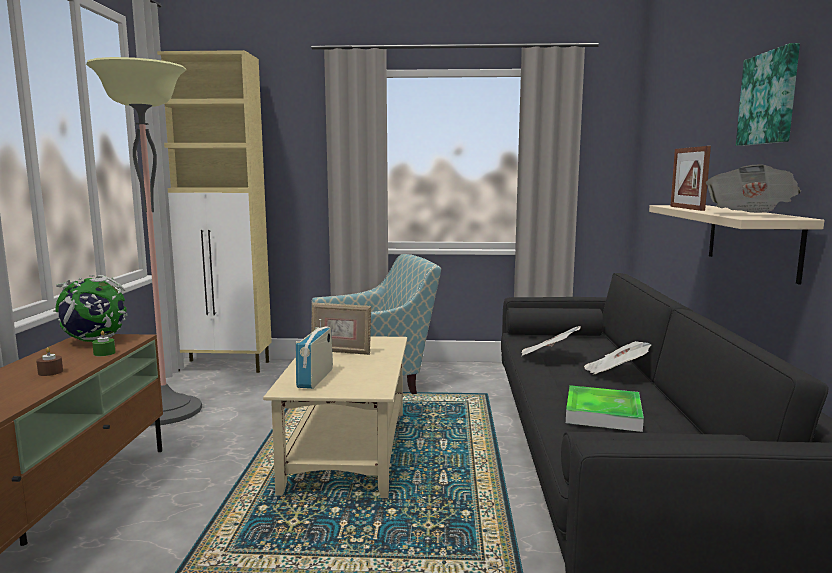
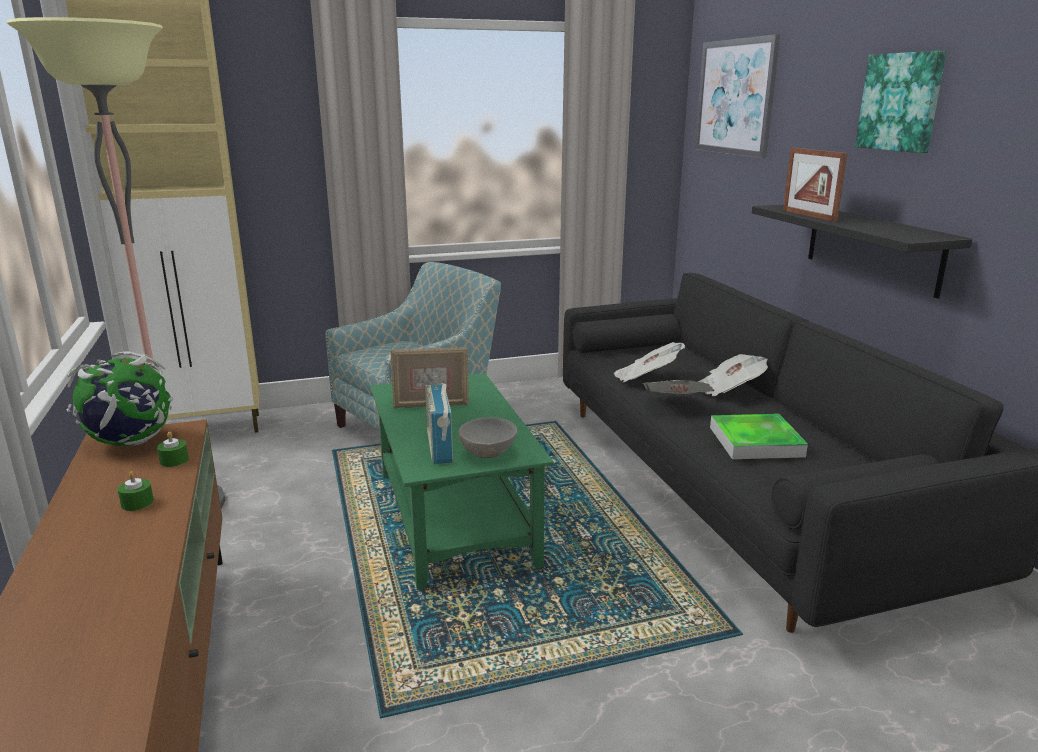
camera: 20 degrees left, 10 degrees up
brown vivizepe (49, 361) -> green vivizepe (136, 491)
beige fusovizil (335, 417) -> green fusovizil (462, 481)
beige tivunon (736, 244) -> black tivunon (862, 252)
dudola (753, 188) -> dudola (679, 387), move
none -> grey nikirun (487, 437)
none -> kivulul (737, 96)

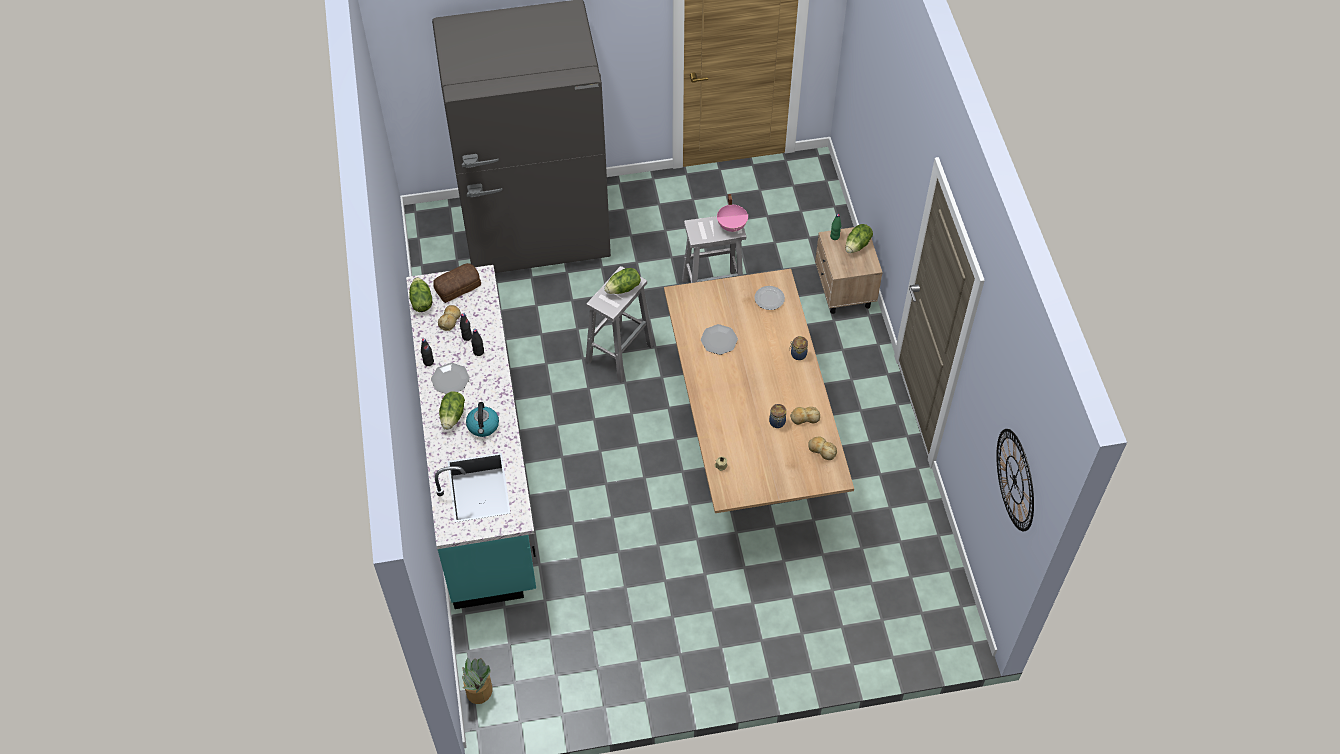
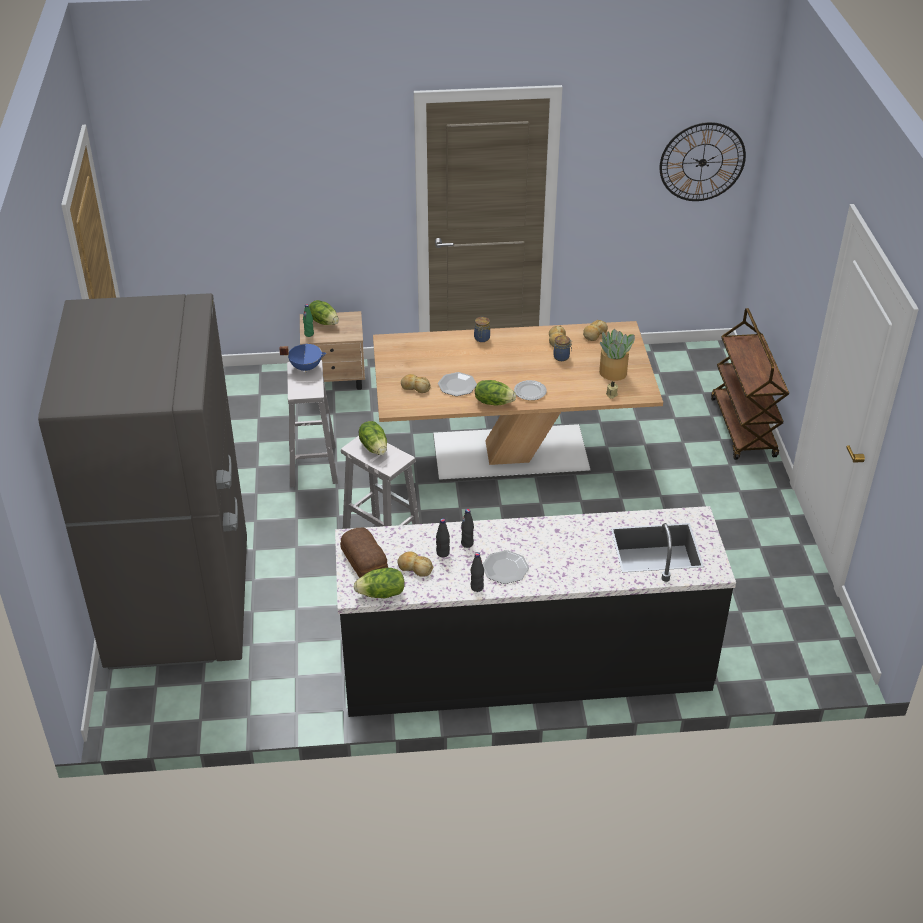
camera: 85 degrees left, 15 degrees down
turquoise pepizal (471, 437) -> black pepizal (535, 611)
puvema (452, 410) -> puvema (495, 393), move
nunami (477, 681) -> nunami (617, 355), move
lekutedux (482, 419) -> none
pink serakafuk (732, 213) -> blue serakafuk (303, 358)
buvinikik (769, 298) -> buvinikik (530, 390), move
none -> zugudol (416, 383)
none -> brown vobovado (750, 384)

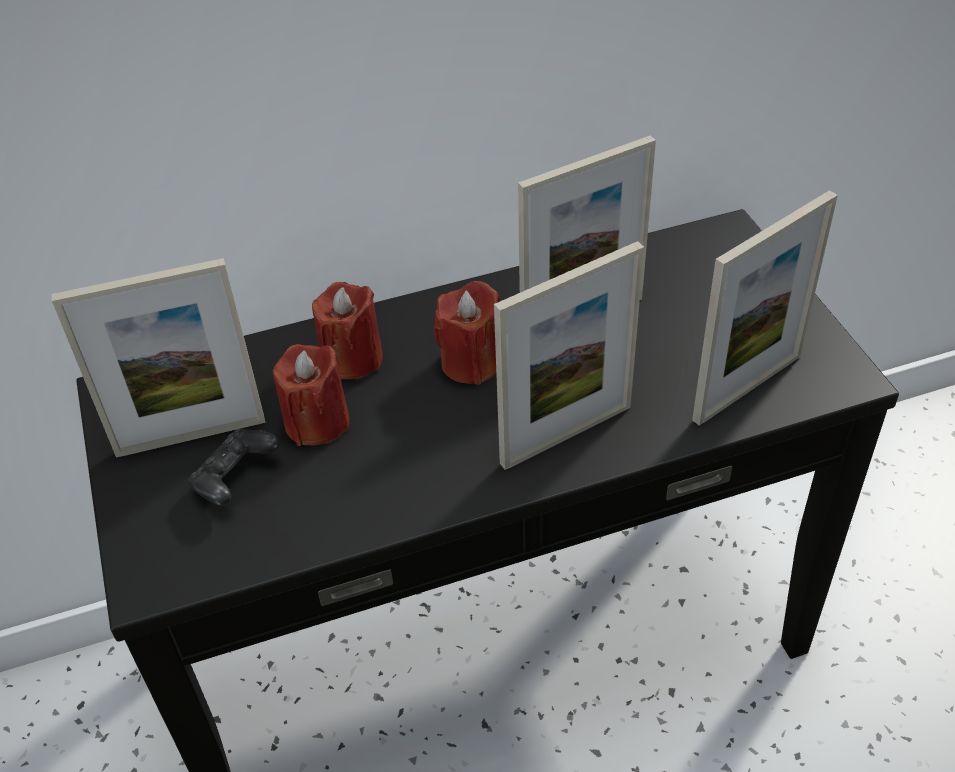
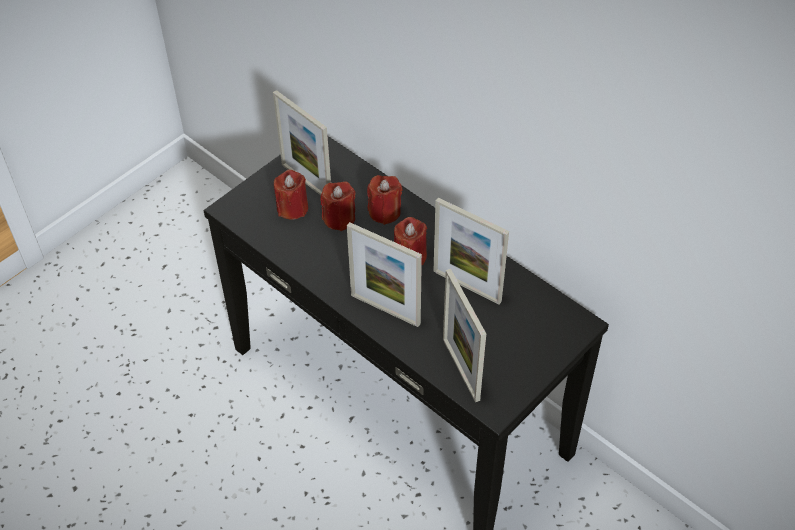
camera: 60 degrees right, 5 degrees up
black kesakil (233, 467) -> red vivizepe (291, 195)
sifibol (765, 308) -> sifibol (464, 335), 45 degrees clockwise

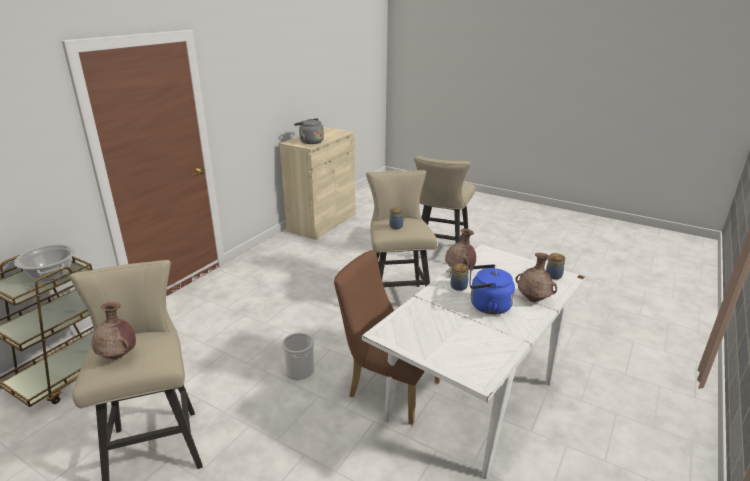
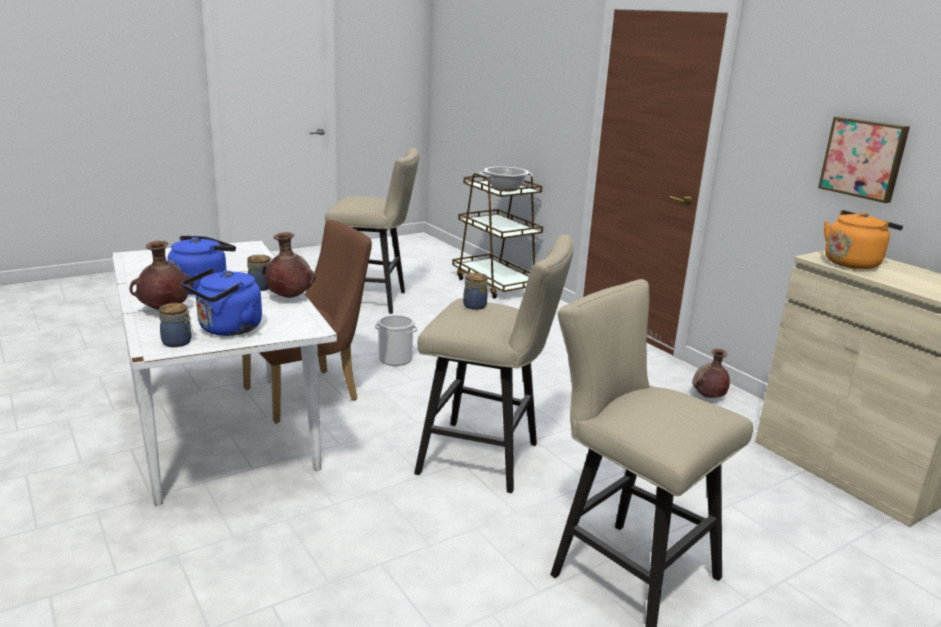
camera: 115 degrees right, 5 degrees down
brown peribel (113, 330) -> brown peribel (711, 373), move
grey lekutedux (309, 131) -> orange lekutedux (863, 239)
none -> blue lekutedux (222, 302)
none -> kivulul (864, 159)

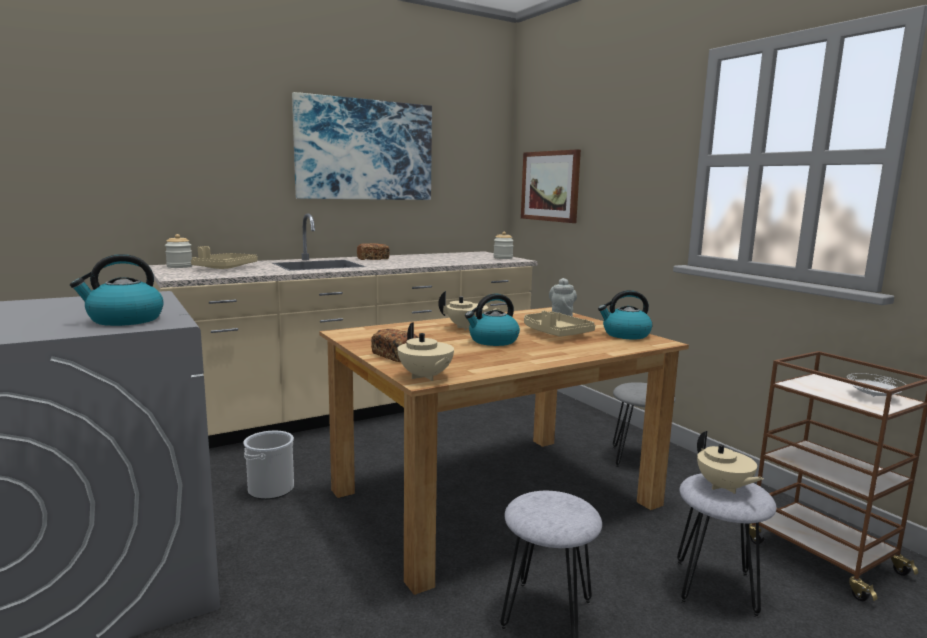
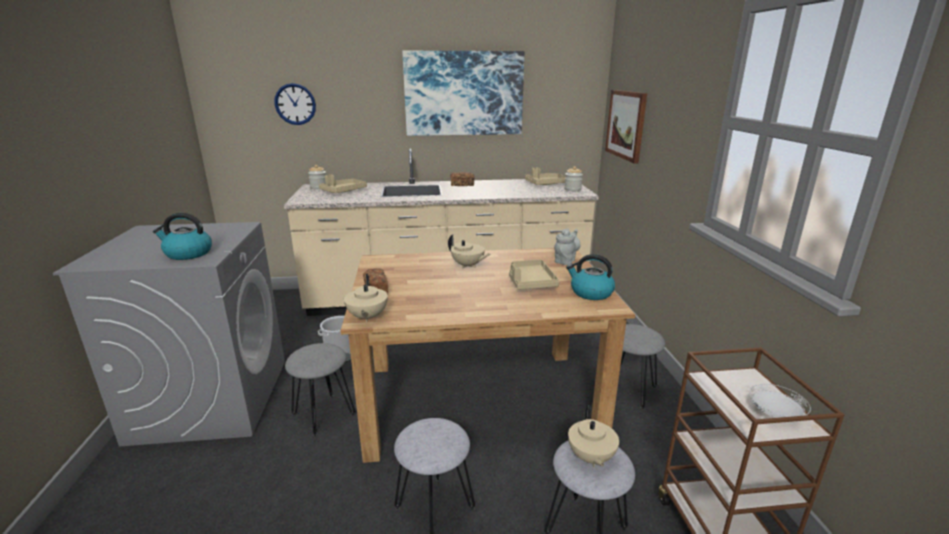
camera: 25 degrees right, 10 degrees up
lekutedux (492, 320) -> none
none -> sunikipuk (295, 104)
none -> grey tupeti (320, 390)
none -> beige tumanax (545, 176)

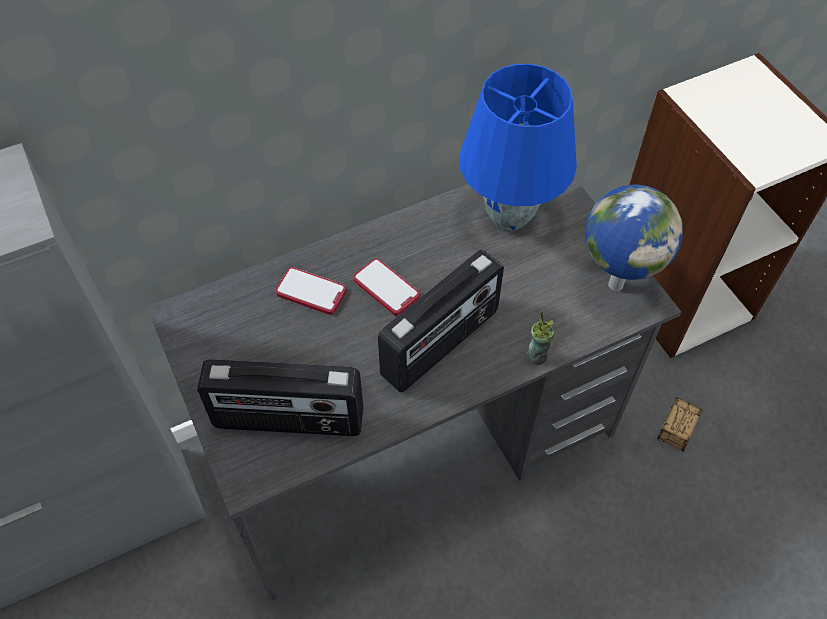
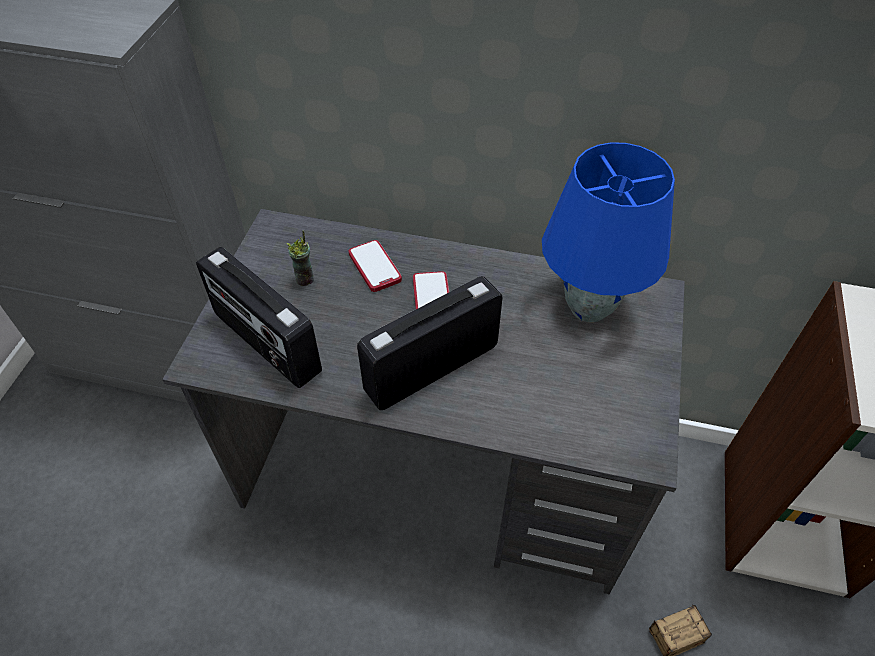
camera: 40 degrees right, 5 degrees down
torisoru (441, 321) -> torisoru (430, 343), 150 degrees clockwise
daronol (540, 338) -> daronol (300, 258), move
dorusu (634, 237) -> none

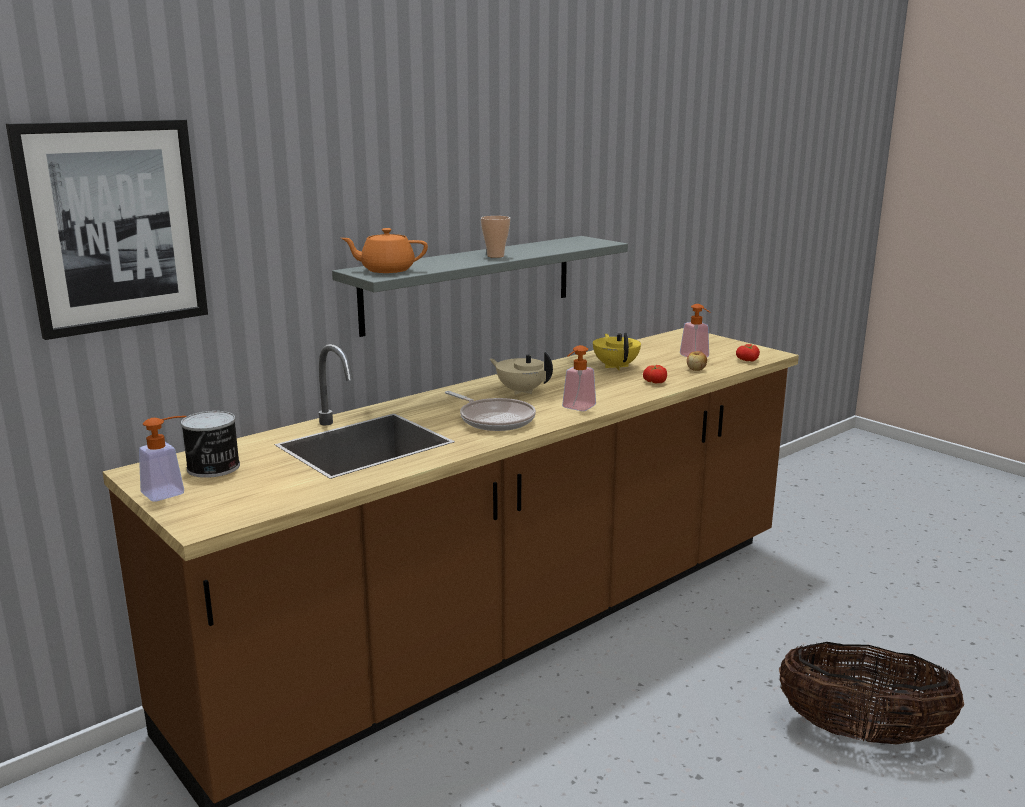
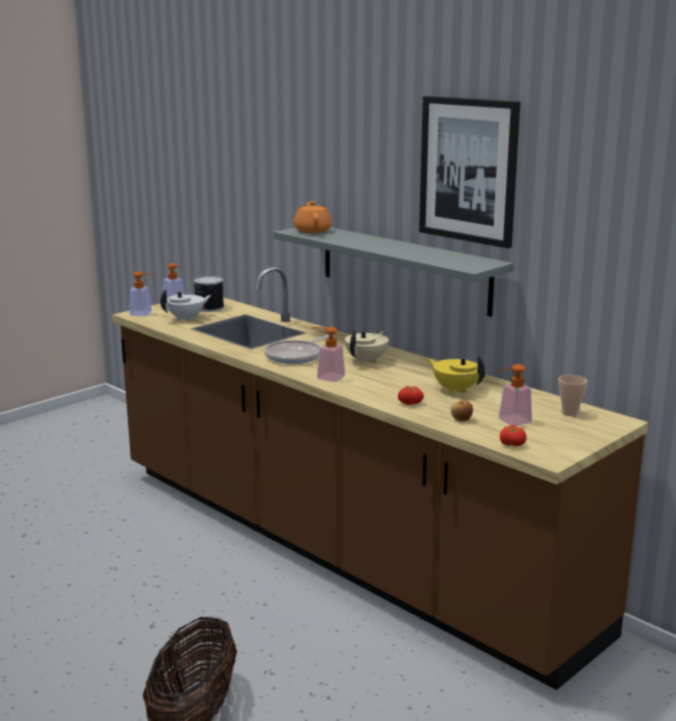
camera: 85 degrees right, 0 degrees up
kivulul (107, 229) -> kivulul (469, 172), move
daronol (495, 237) -> daronol (572, 395), move
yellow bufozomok (617, 351) -> yellow bufozomok (456, 374), 120 degrees counterclockwise
none -> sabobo (142, 293)
none -> white bufozomok (185, 305)

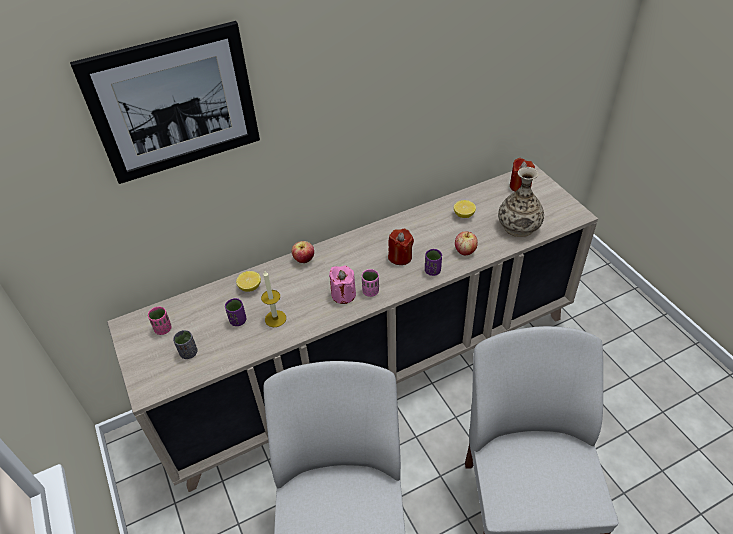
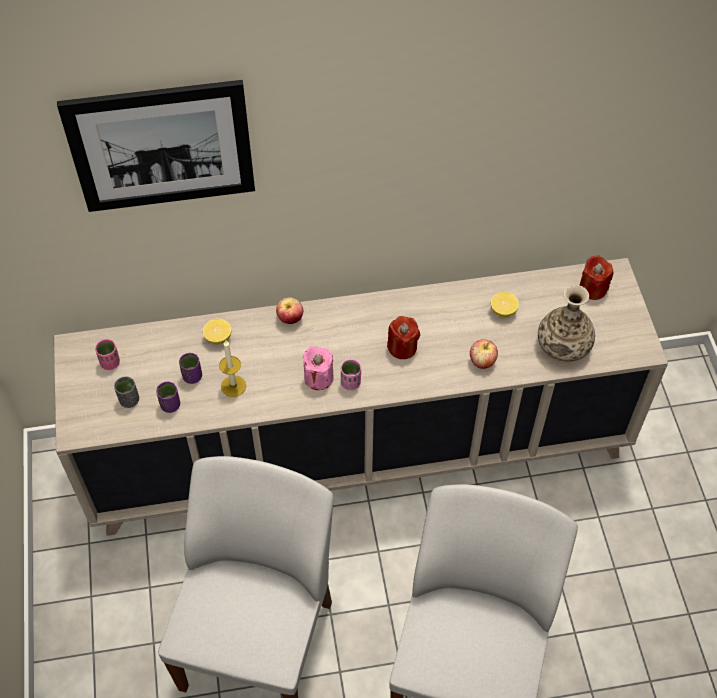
camera: 15 degrees right, 10 degrees up
purple daronol (433, 262) -> purple daronol (168, 397), move

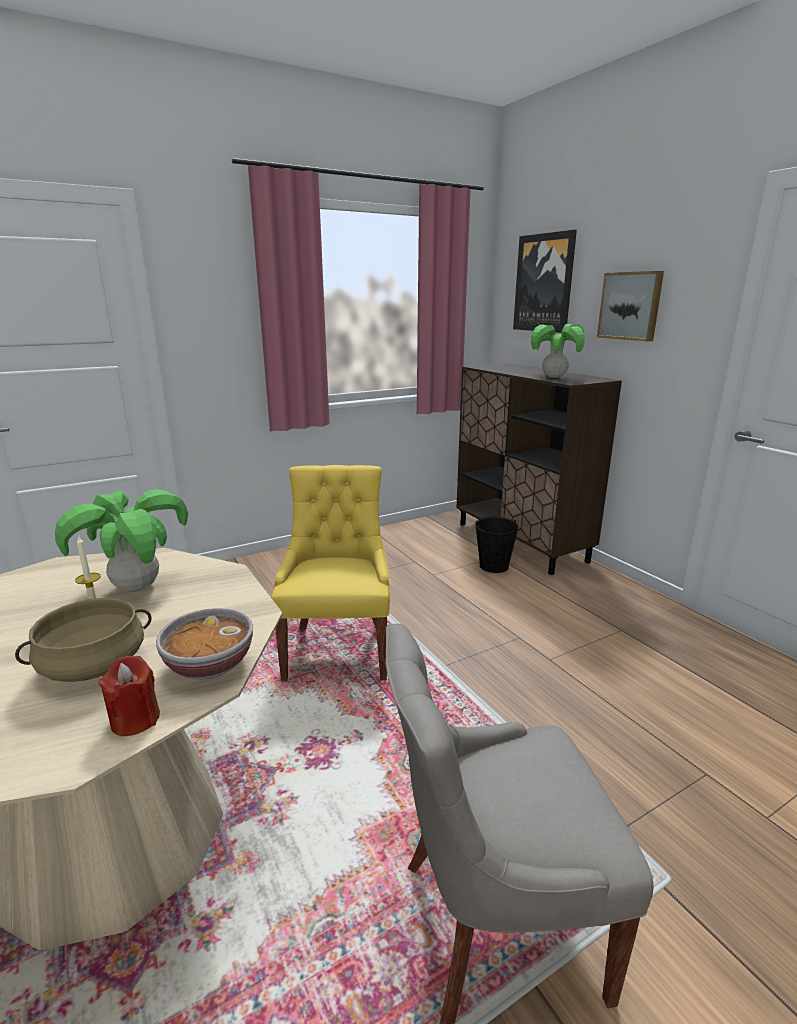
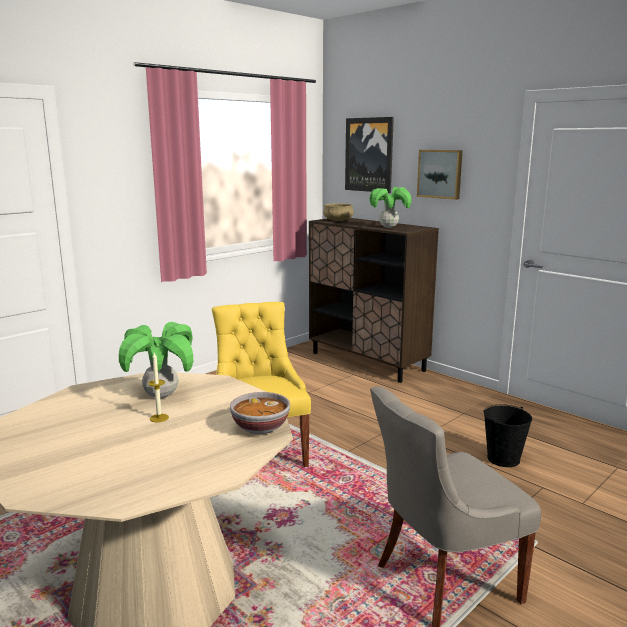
camera: 15 degrees left, 5 degrees down
beige serakafuk (83, 640) -> beige serakafuk (338, 212), move
red vivizepe (129, 696) -> none
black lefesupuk (497, 544) -> black lefesupuk (508, 435), move

